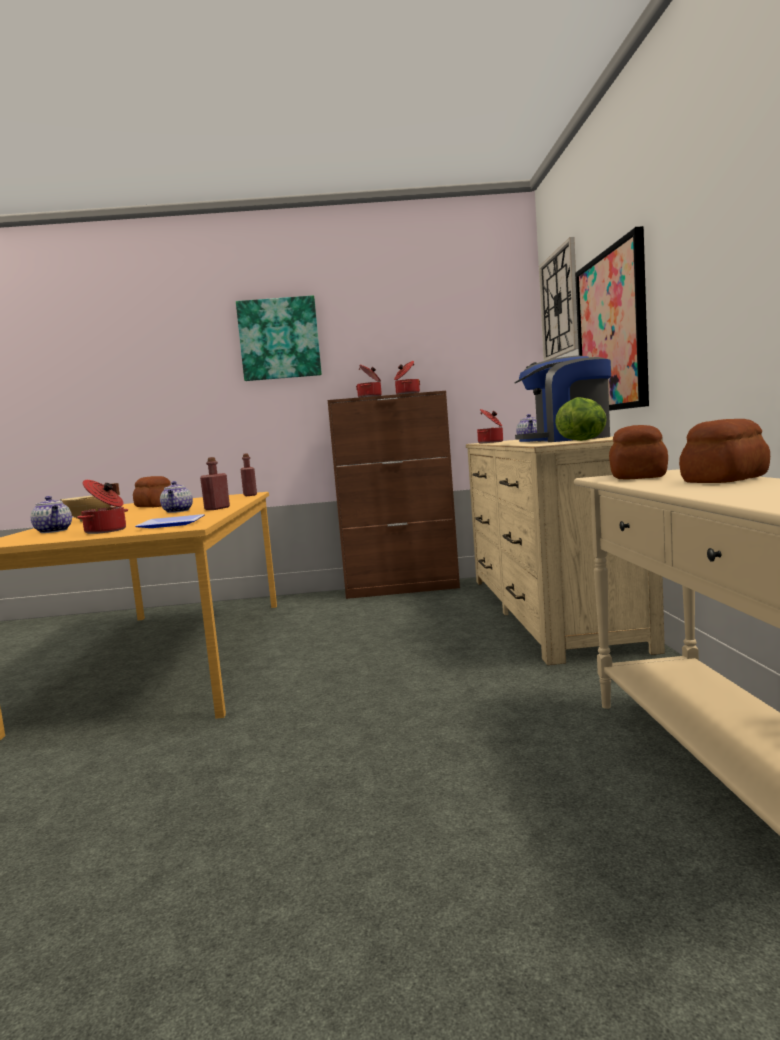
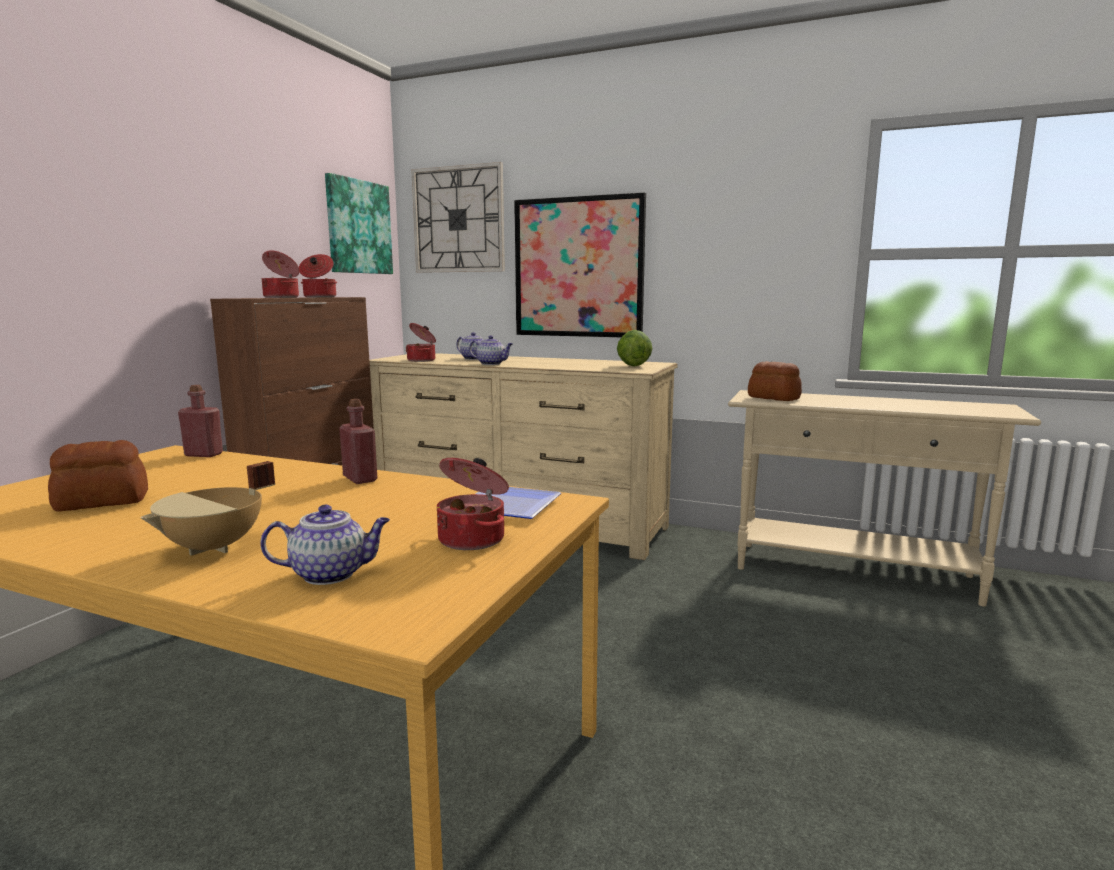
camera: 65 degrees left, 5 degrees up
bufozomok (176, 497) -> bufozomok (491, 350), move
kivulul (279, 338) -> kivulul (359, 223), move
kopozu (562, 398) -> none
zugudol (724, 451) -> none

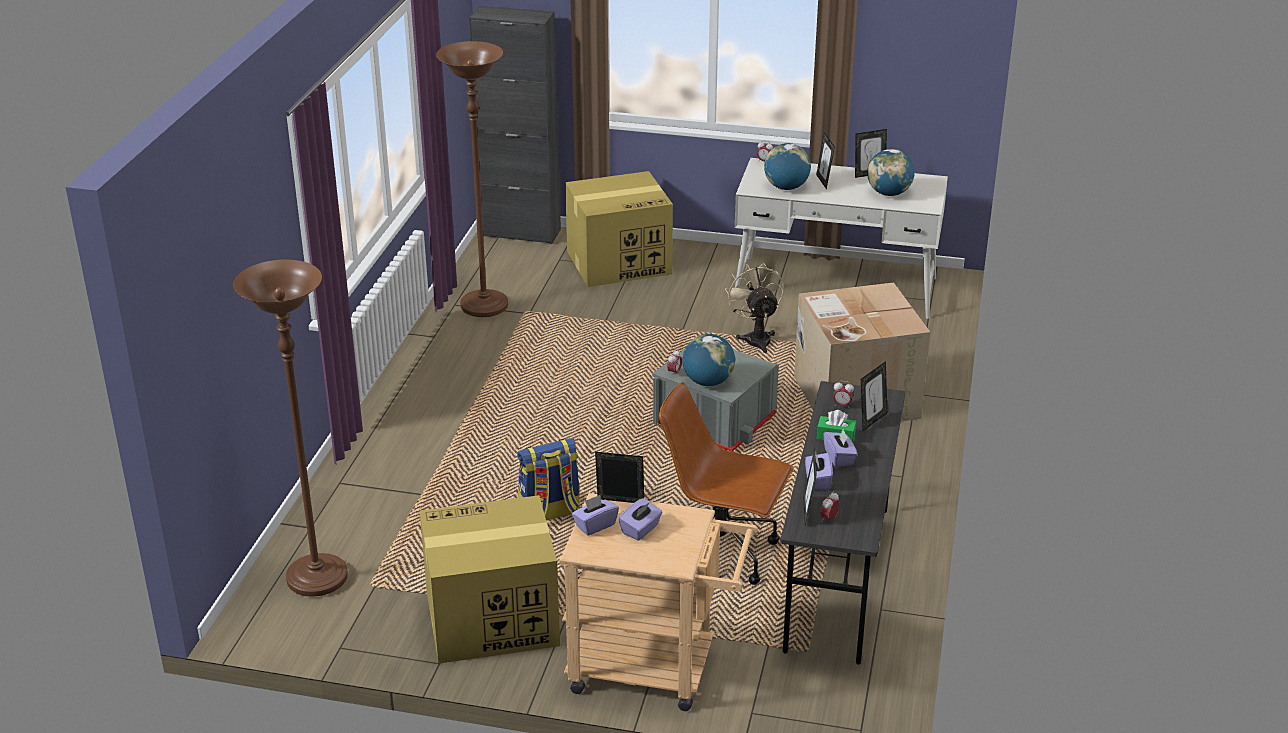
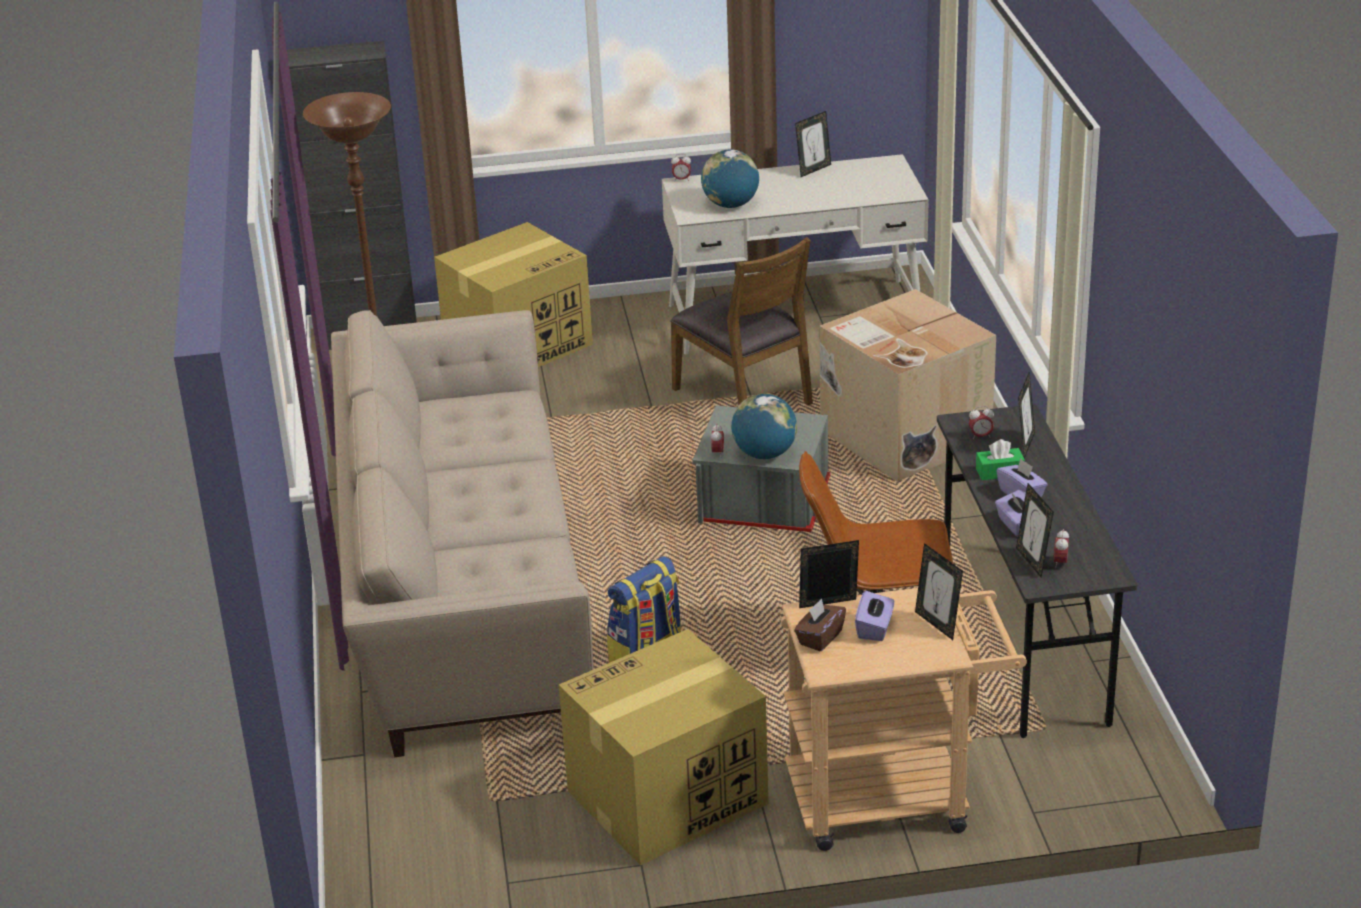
camera: 20 degrees left, 0 degrees up
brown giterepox (290, 428) -> none
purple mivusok (595, 515) -> brown mivusok (820, 625)
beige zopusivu (754, 308) -> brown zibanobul (741, 321)
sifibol (825, 161) -> sifibol (939, 591), move
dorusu (891, 172) -> none
none -> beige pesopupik (462, 533)

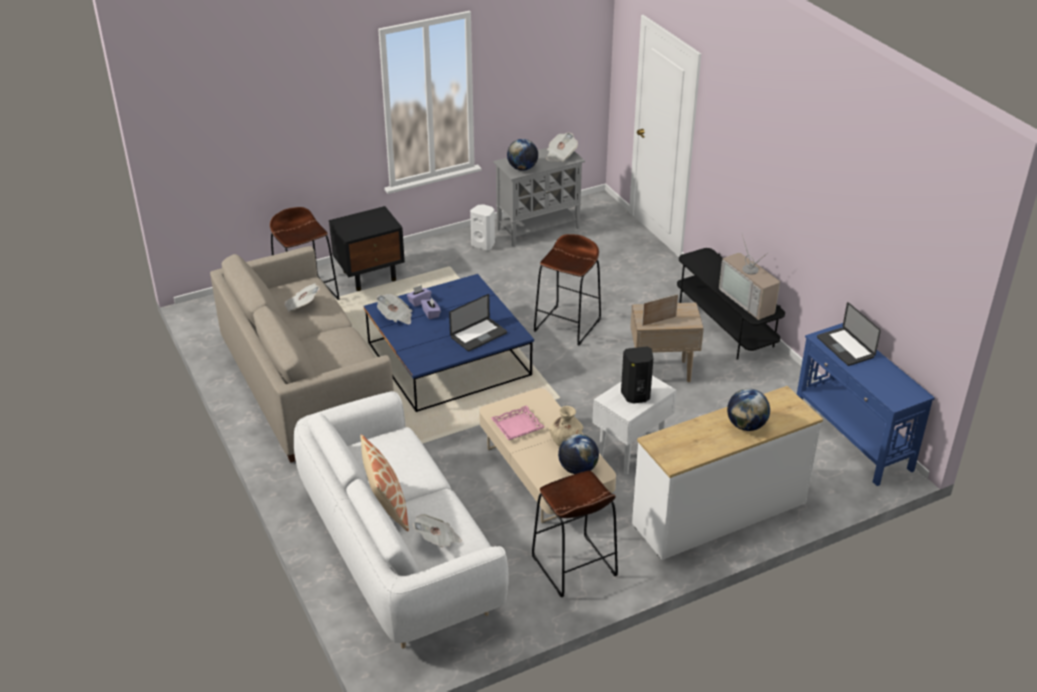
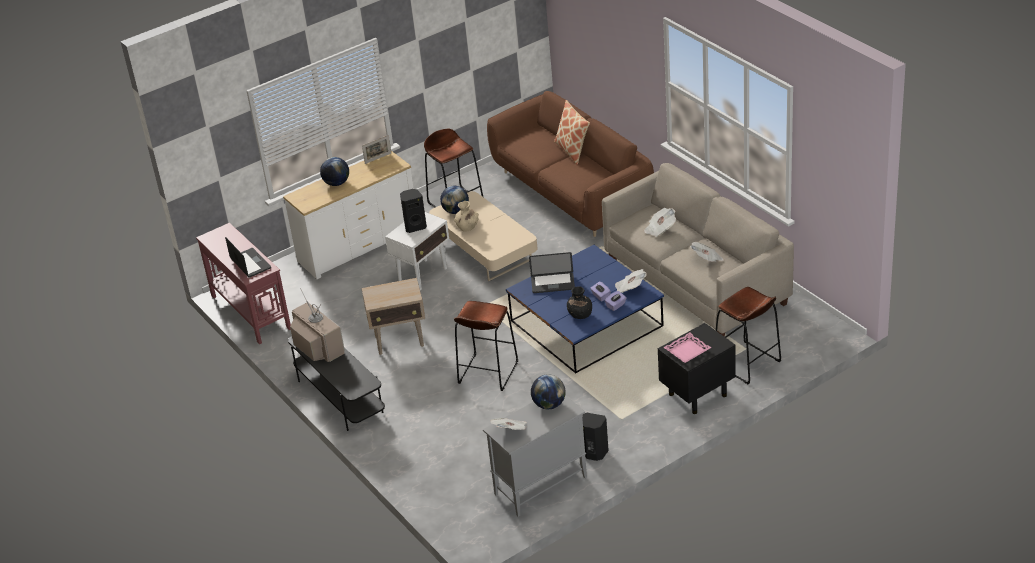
camera: 175 degrees right, 0 degrees up
white pesopupik (401, 520) -> brown pesopupik (570, 164)
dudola (437, 530) -> dudola (660, 222), move
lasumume (478, 322) -> lasumume (552, 272), 135 degrees counterclockwise
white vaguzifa (482, 227) -> black vaguzifa (595, 437)
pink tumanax (517, 422) -> pink tumanax (687, 348), move
sifibol (660, 310) -> sifibol (376, 149), move
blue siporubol (866, 404) -> red siporubol (243, 283)
none -> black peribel (579, 302)

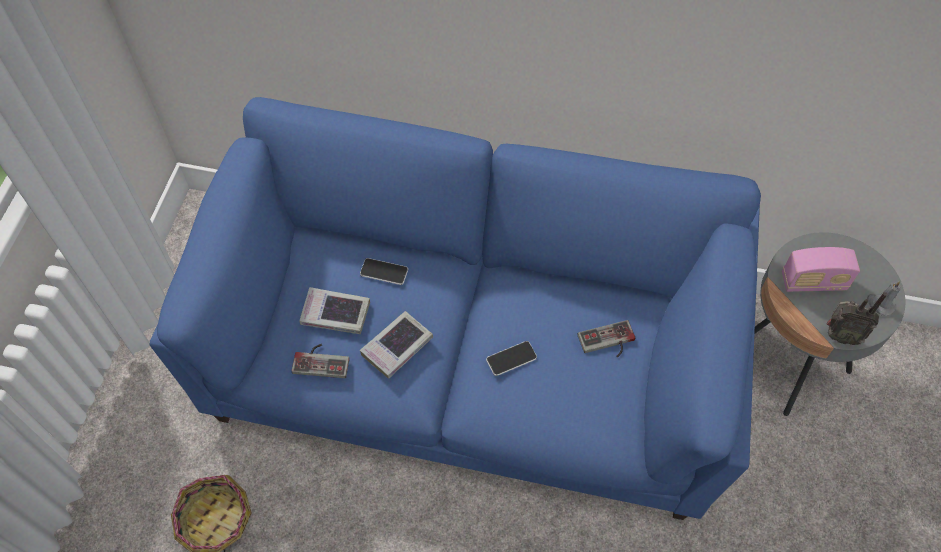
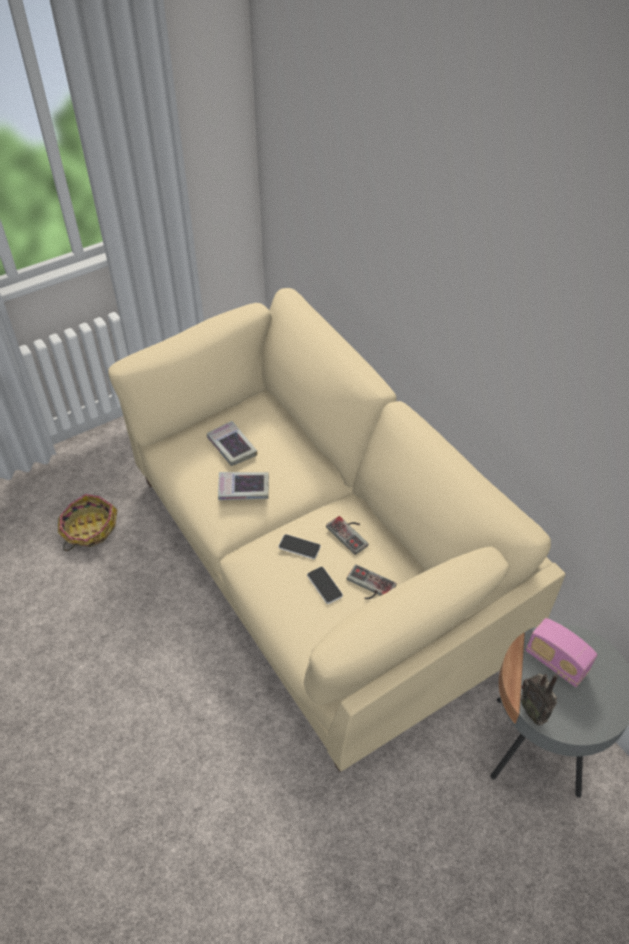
camera: 45 degrees right, 10 degrees down
blue pesopupik (455, 308) -> beige pesopupik (337, 530)
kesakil (320, 361) -> kesakil (347, 535), move
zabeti (384, 271) -> zabeti (325, 585), move
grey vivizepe (884, 298) -> none

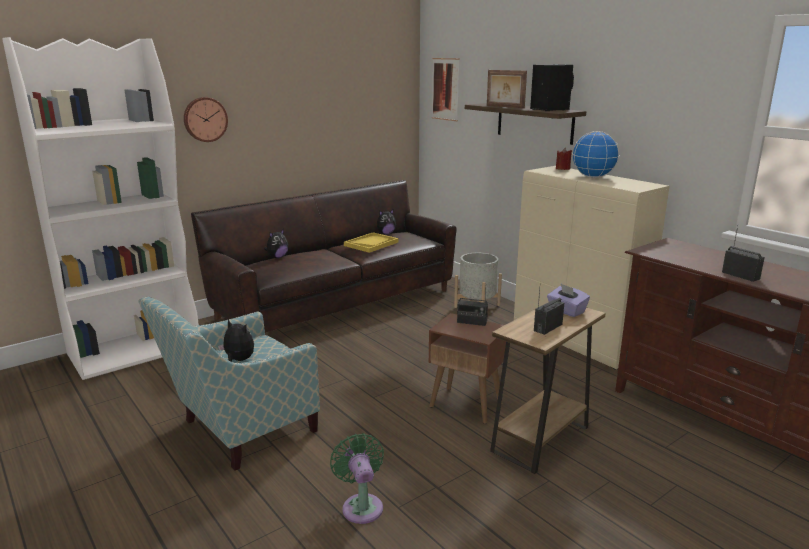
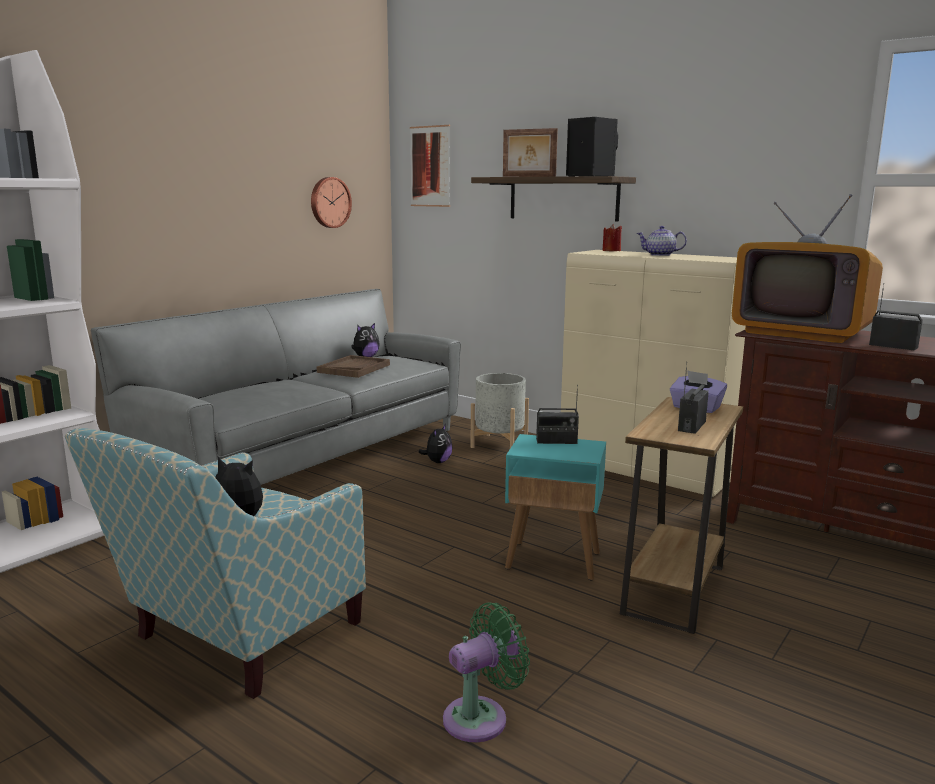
camera: 15 degrees left, 5 degrees down
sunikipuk (206, 119) -> sunikipuk (331, 202), move
brown pesopupik (323, 256) -> grey pesopupik (276, 387)
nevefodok (276, 243) -> nevefodok (435, 443), move
green zopusivu (357, 478) -> green zopusivu (486, 672), 90 degrees clockwise
yellow tumanax (371, 242) -> brown tumanax (353, 366)
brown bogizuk (467, 368) -> turquoise bogizuk (555, 507)
dorusu (596, 154) -> bufozomok (662, 241)
none -> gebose (807, 268)

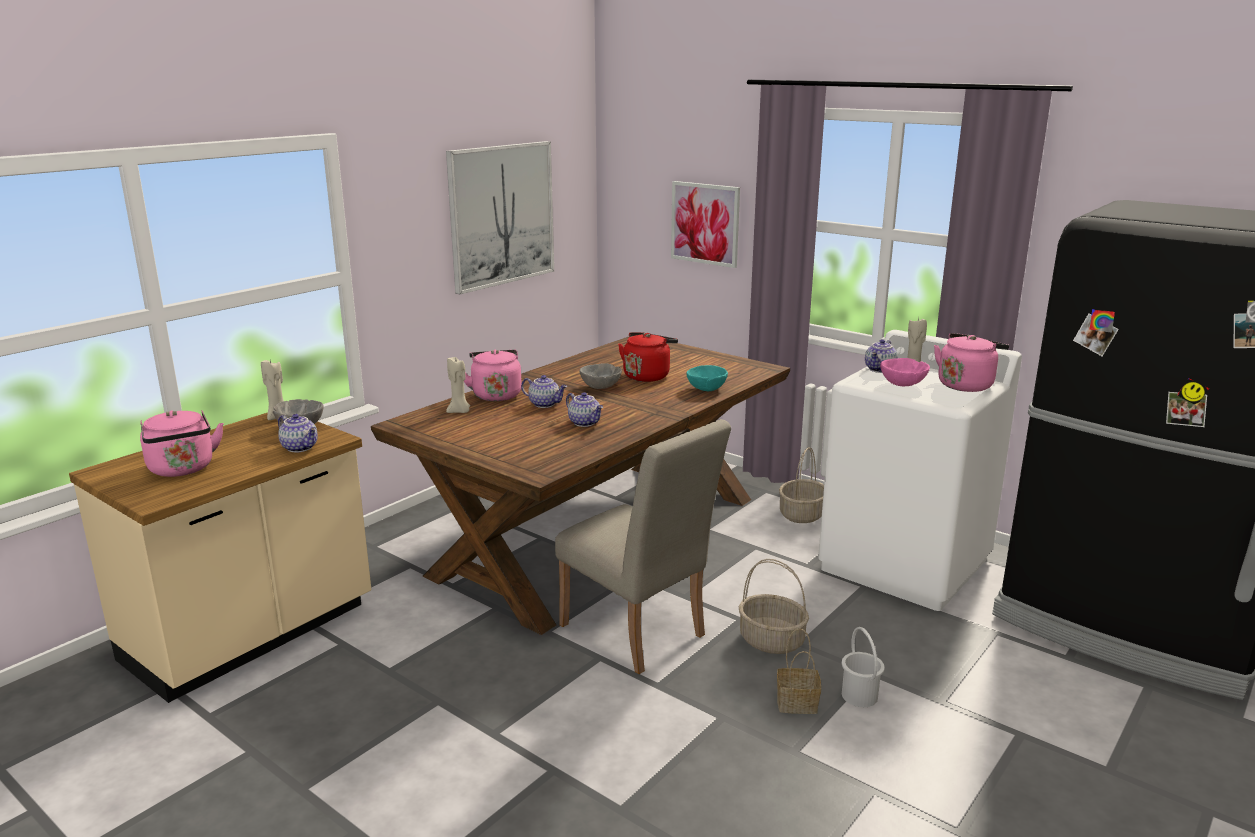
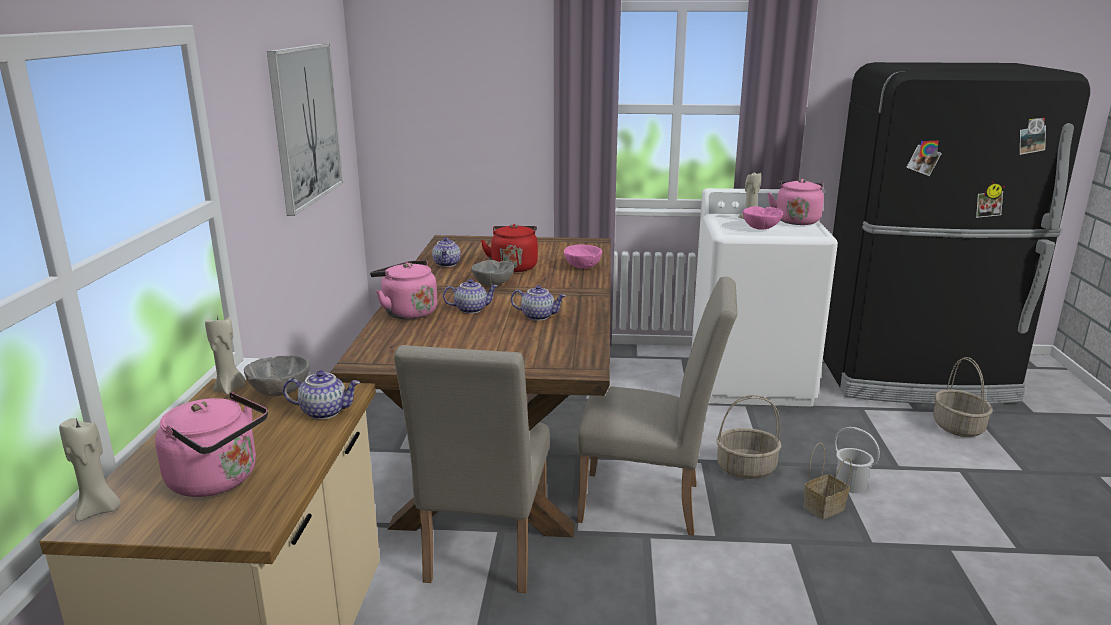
camera: 35 degrees left, 0 degrees up
beige vivizepe (458, 385) -> beige vivizepe (90, 470), move
kivulul (705, 224) -> none
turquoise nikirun (707, 378) -> pink nikirun (583, 256)
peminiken (801, 485) -> peminiken (963, 397), move
bufozomok (881, 356) -> bufozomok (446, 252), move
none -> beige zibanobul (472, 469)

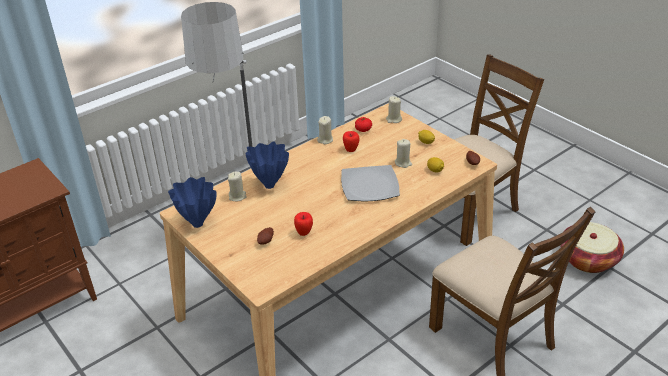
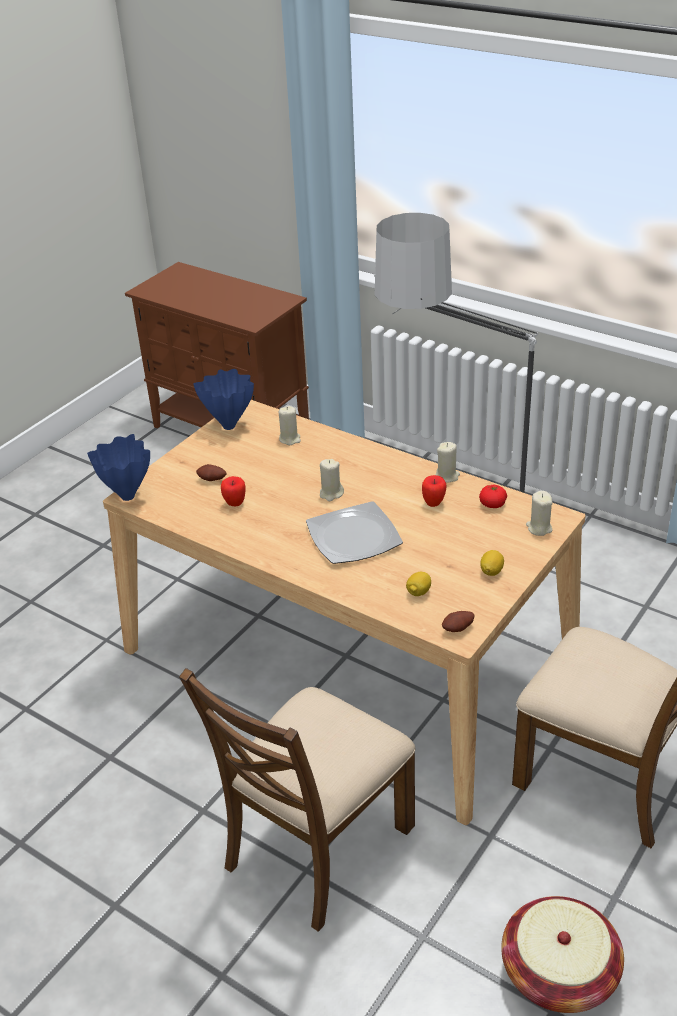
camera: 75 degrees right, 0 degrees up
blue peribel (267, 165) -> blue peribel (118, 467), move
beige vivizepe (403, 153) -> beige vivizepe (332, 480), move

